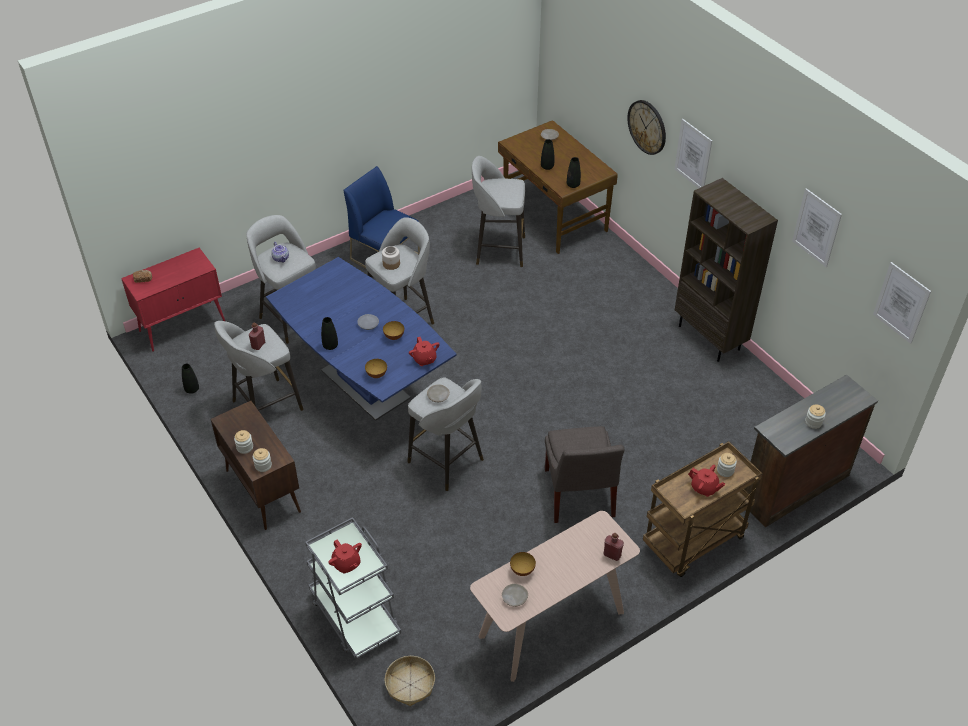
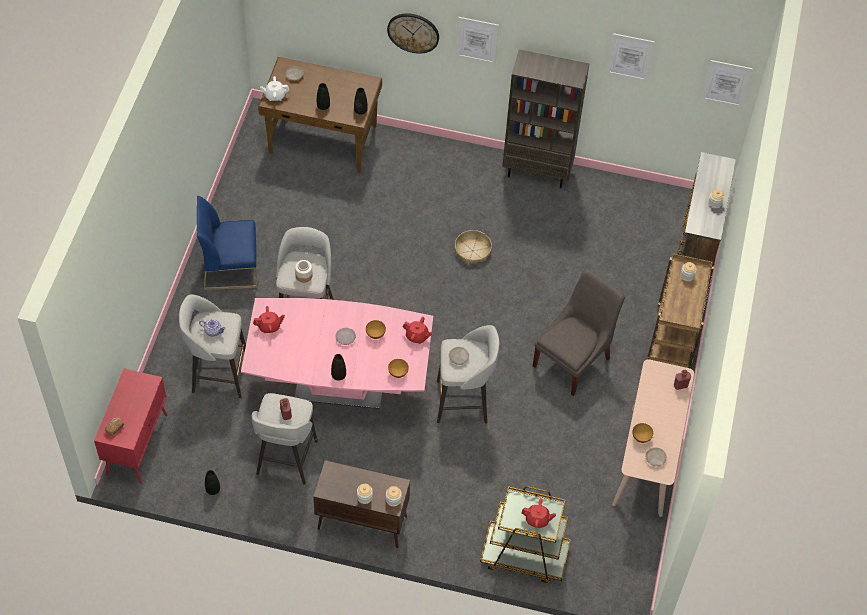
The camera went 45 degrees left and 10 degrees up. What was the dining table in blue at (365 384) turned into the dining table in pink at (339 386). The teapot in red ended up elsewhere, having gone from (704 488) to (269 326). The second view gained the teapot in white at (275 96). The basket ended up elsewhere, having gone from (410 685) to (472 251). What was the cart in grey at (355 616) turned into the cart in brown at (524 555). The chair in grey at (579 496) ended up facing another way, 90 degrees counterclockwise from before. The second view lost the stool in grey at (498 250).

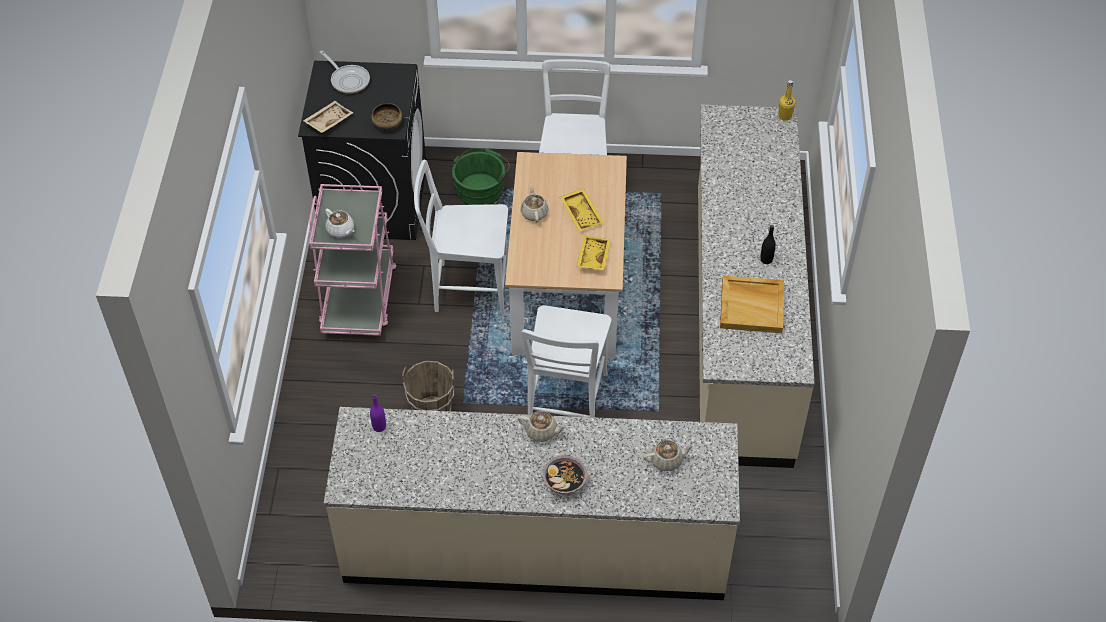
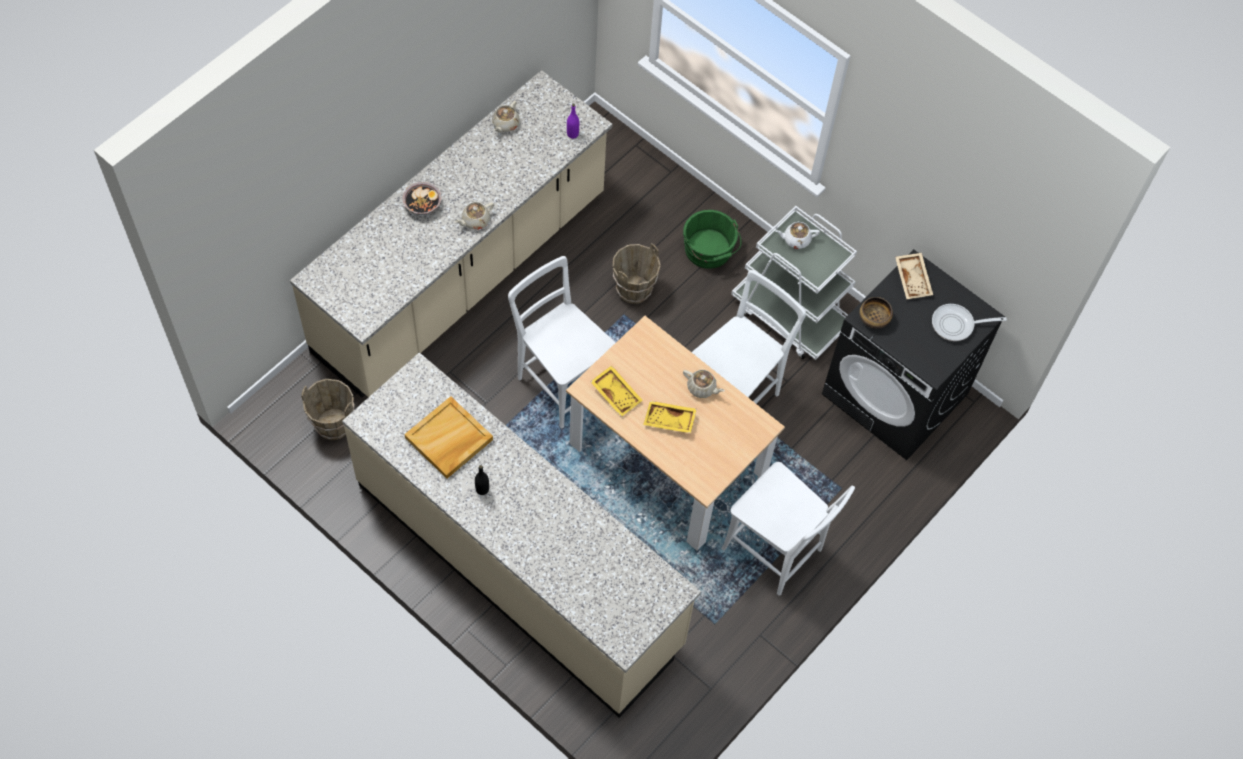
The camera went 125 degrees right and 10 degrees up. The second view gained the bucket in brown at (334 424). The teapot in beige ended up elsewhere, having gone from (667 460) to (505 124). The bucket in green ended up elsewhere, having gone from (481 188) to (709 251). What was the cart in pink at (359 298) turned into the cart in white at (790 315). The second view lost the bottle in yellow at (785 116).

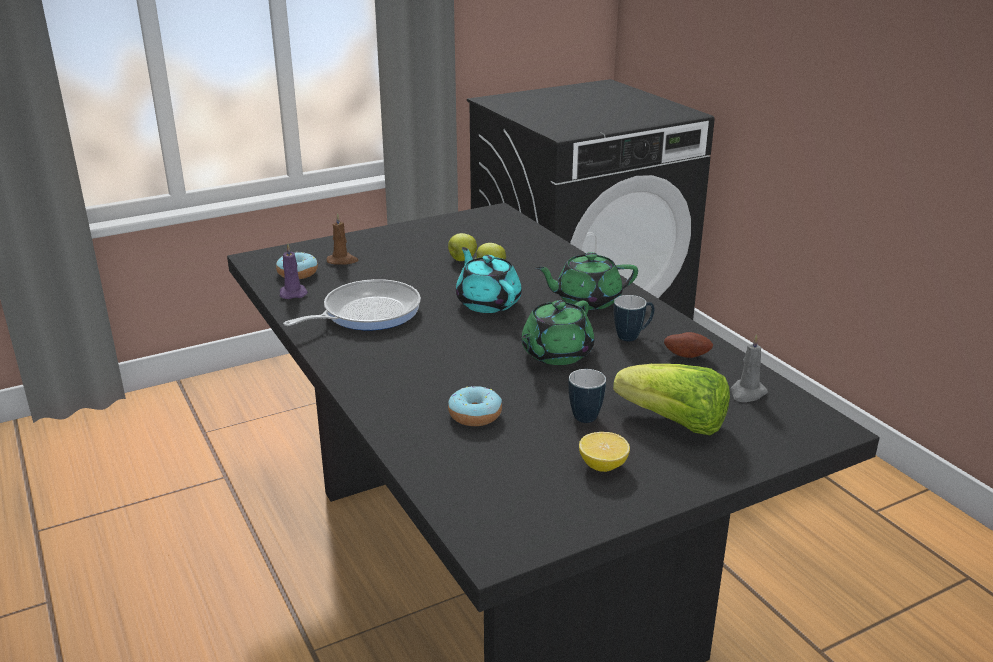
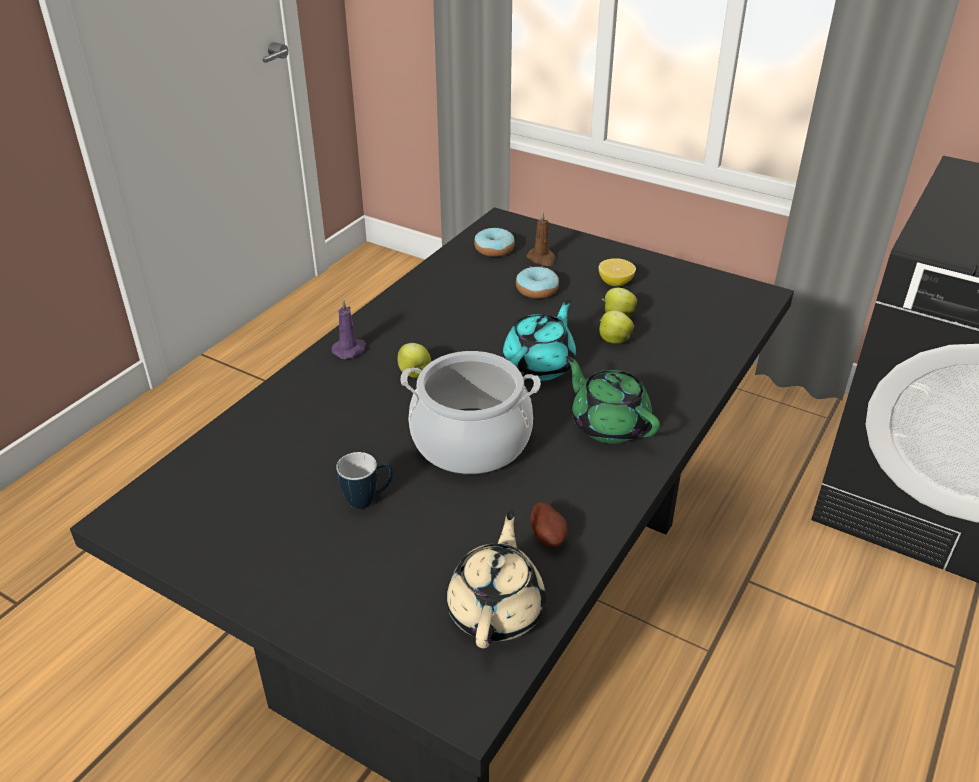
The camera went 60 degrees right and 10 degrees up. The candle in purple ended up elsewhere, having gone from (293 293) to (350 350). The second view gained the apple at (414 374). Where the teapot in green stood at (555 354), the cooking pot came to stand at (471 442). Where the candle in grey stood at (747 393), the teapot in beige came to stand at (497 609). The donut ended up elsewhere, having gone from (475 415) to (537 290). The lemon ended up elsewhere, having gone from (603 465) to (615 283). The second view lost the frying pan at (366 313). The second view lost the lettuce at (674 423). The second view lost the mug at (633 336).

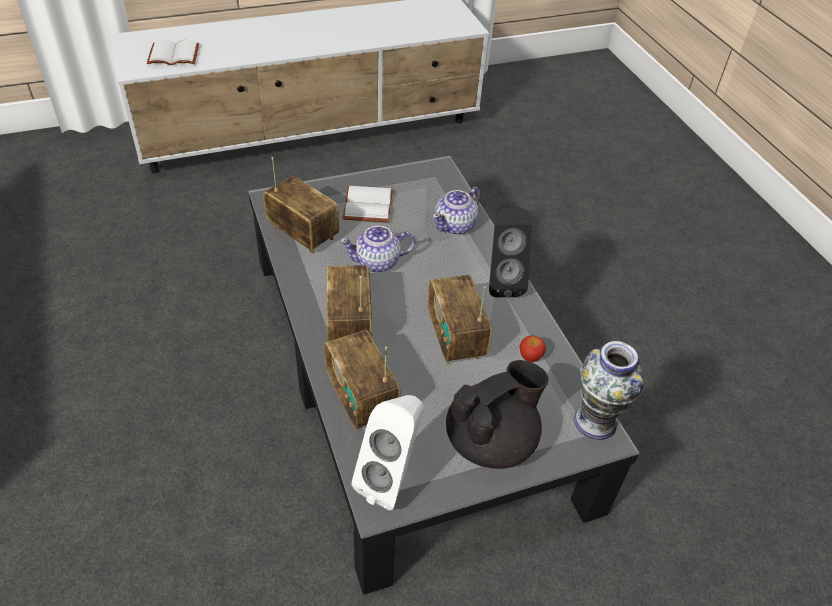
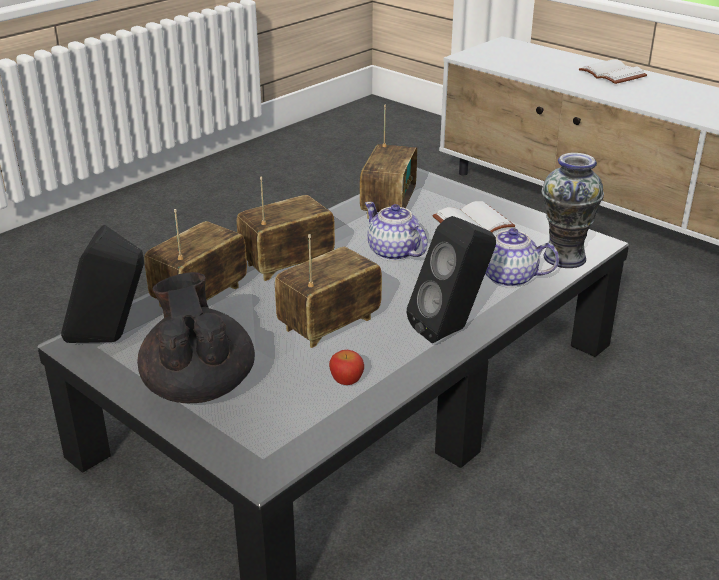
The camera went 65 degrees right and 15 degrees down. What was the speaker in white at (391 479) turned into the speaker in black at (111 340). The teapot in black at (491 441) ended up facing another way, 135 degrees counterclockwise from before. The vase ended up elsewhere, having gone from (595 421) to (565 257). The book in white ended up elsewhere, having gone from (172 56) to (610 74).

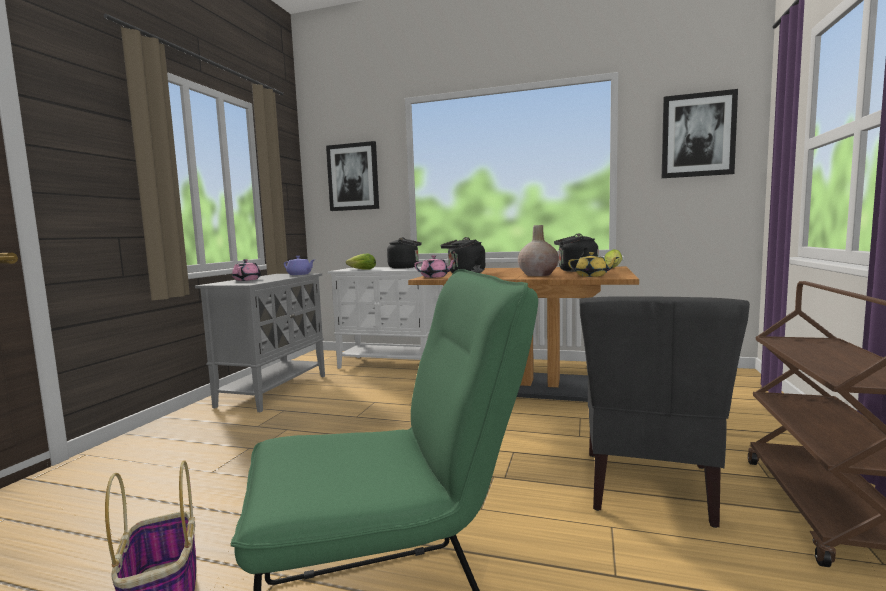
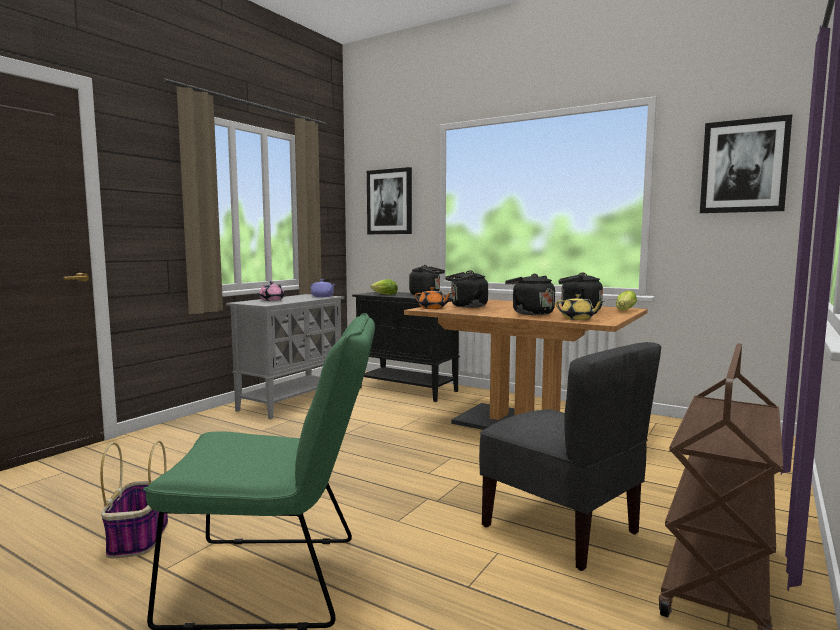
The camera went 15 degrees right and 0 degrees up. What was the cabinet in white at (390 364) turned into the cabinet in black at (408 389). What was the teapot in pink at (435 277) turned into the teapot in orange at (432 308). The chair in grey at (648 487) ended up facing another way, 75 degrees counterclockwise from before. Where the vase in beige stood at (538 275), the kettle in black came to stand at (530 313).

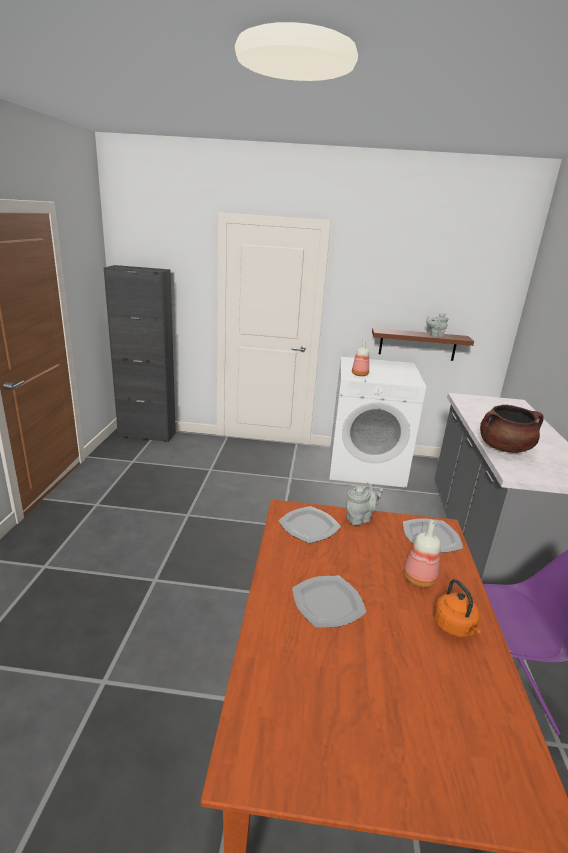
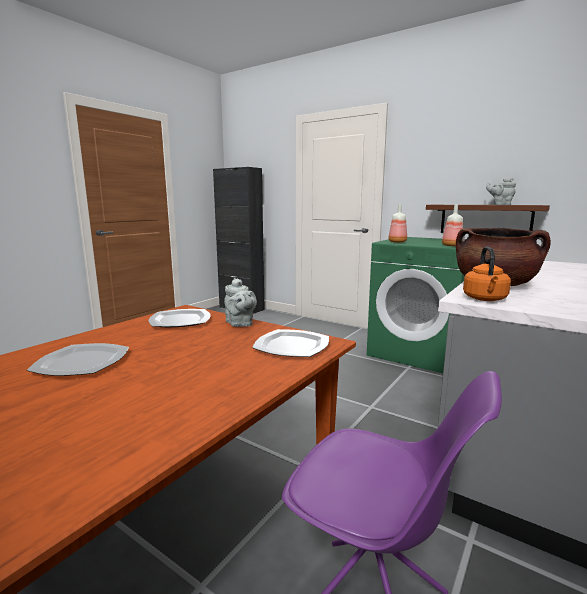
The camera went 30 degrees right and 10 degrees down. The teapot in grey at (360 518) ended up facing another way, 60 degrees clockwise from before. What was the washing machine in white at (366 466) turned into the washing machine in green at (419 352). The bottle ended up elsewhere, having gone from (418 579) to (451 245). The kettle in orange ended up elsewhere, having gone from (455 627) to (485 299).

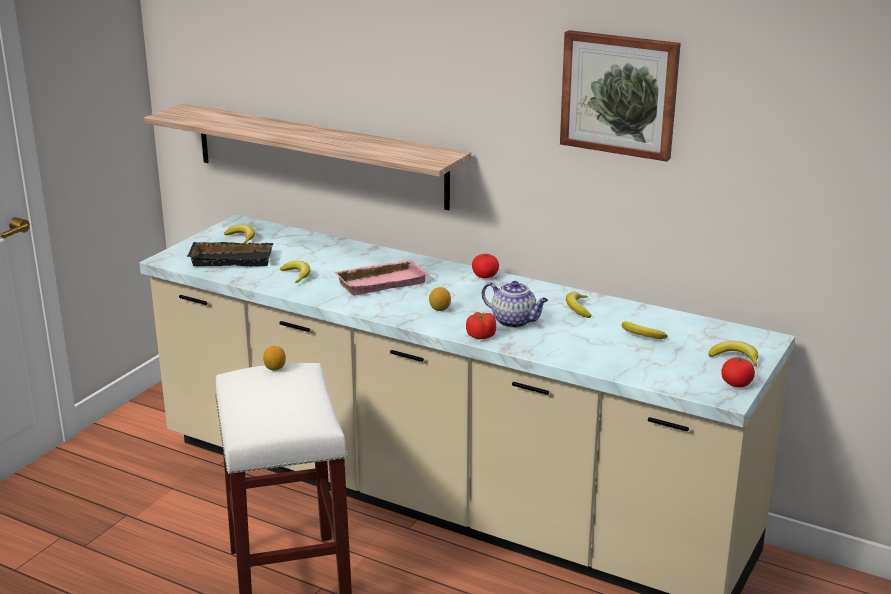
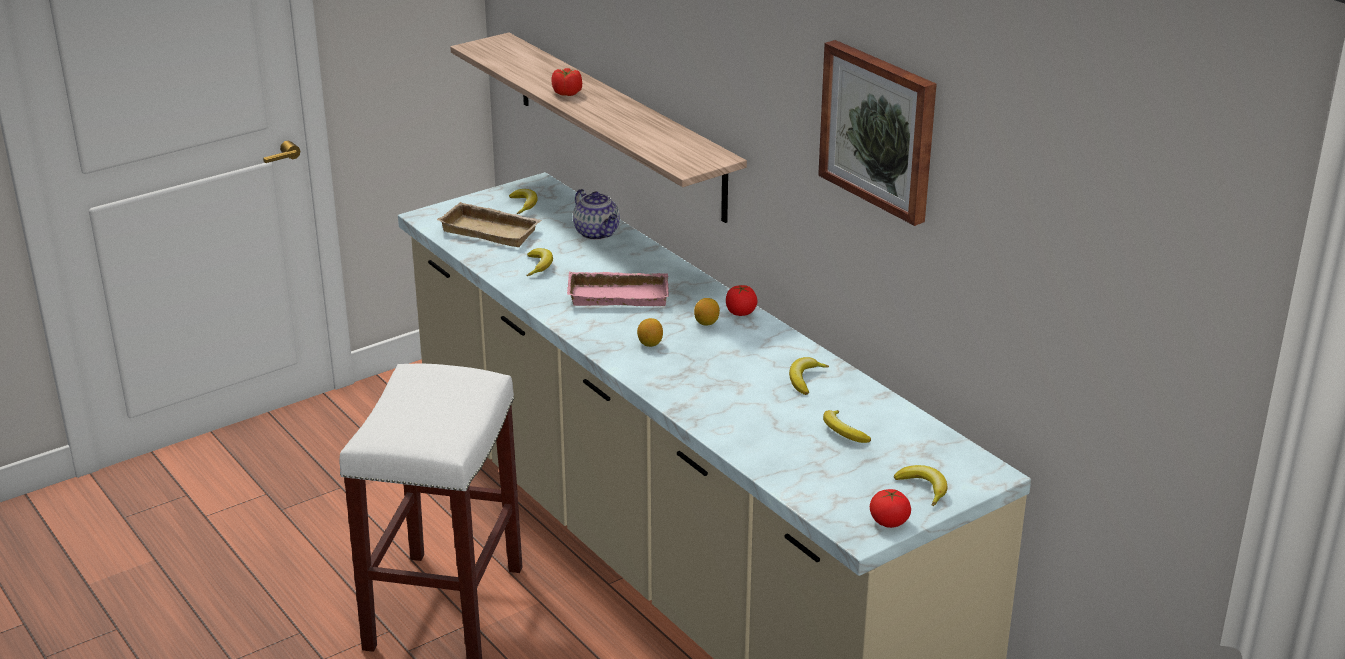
The camera went 25 degrees right and 5 degrees up. What was the tray in black at (233 259) turned into the tray in beige at (492 230). The tomato ended up elsewhere, having gone from (480 336) to (567 93). The teapot ended up elsewhere, having gone from (515 321) to (597 233). The lemon ended up elsewhere, having gone from (275 368) to (706 323).

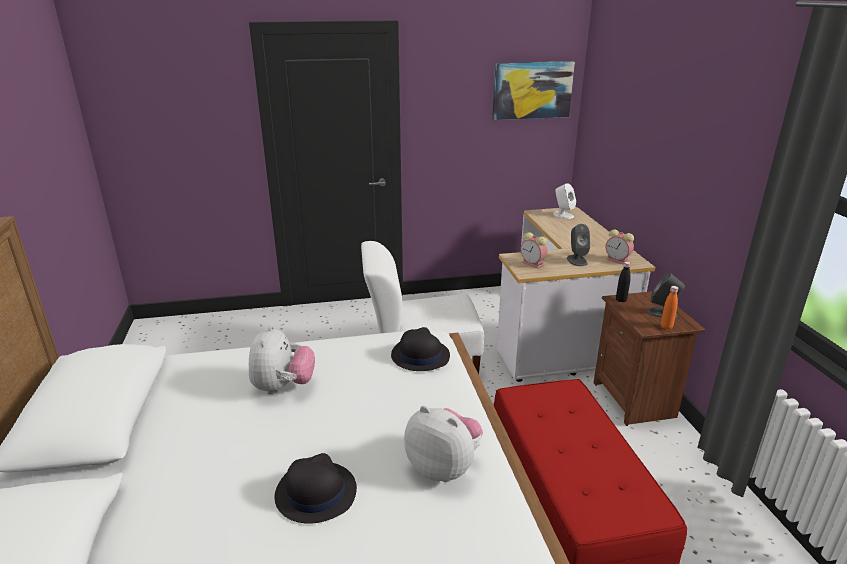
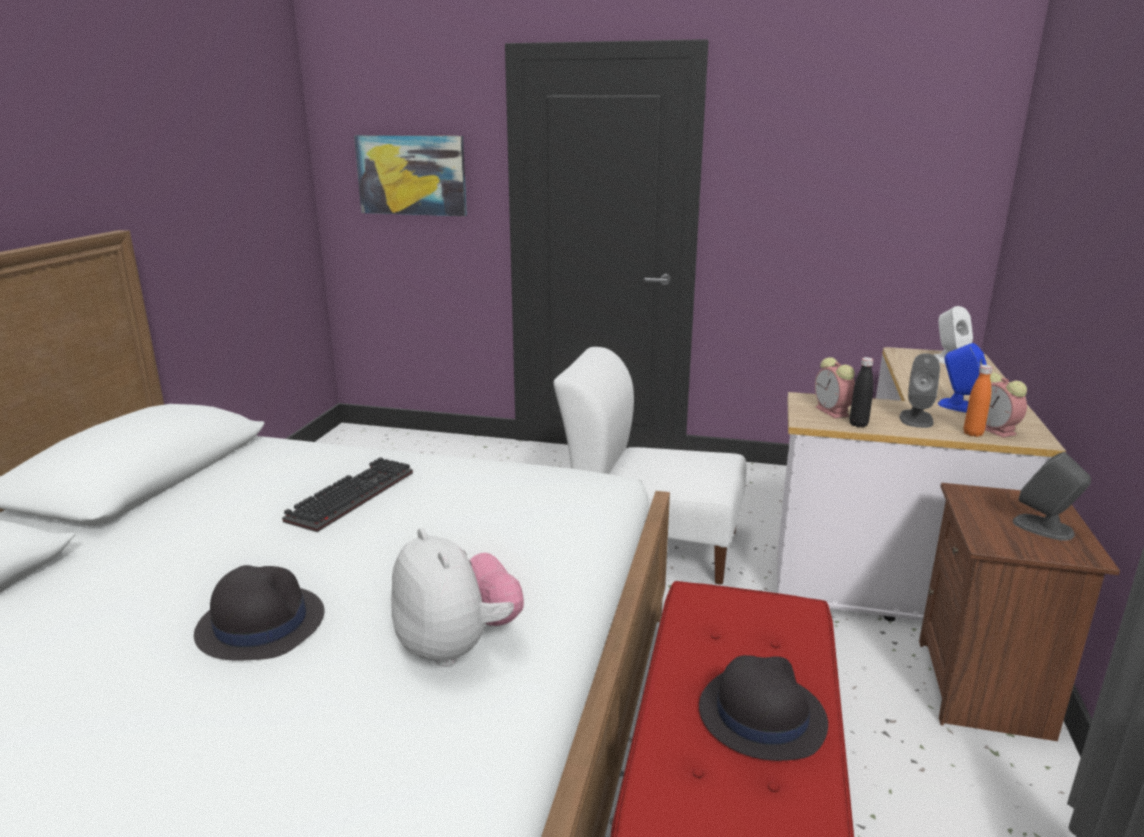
The camera went 25 degrees right and 5 degrees down. Where the plush toy stood at (283 387), the keyboard came to stand at (351 495). The picture ended up elsewhere, having gone from (532 90) to (411 175). The hat in black ended up elsewhere, having gone from (419 355) to (761 715). The bottle in black ended up elsewhere, having gone from (621 300) to (858 424). The second view gained the speaker in blue at (960 406). The bottle in orange ended up elsewhere, having gone from (666 327) to (973 434).

